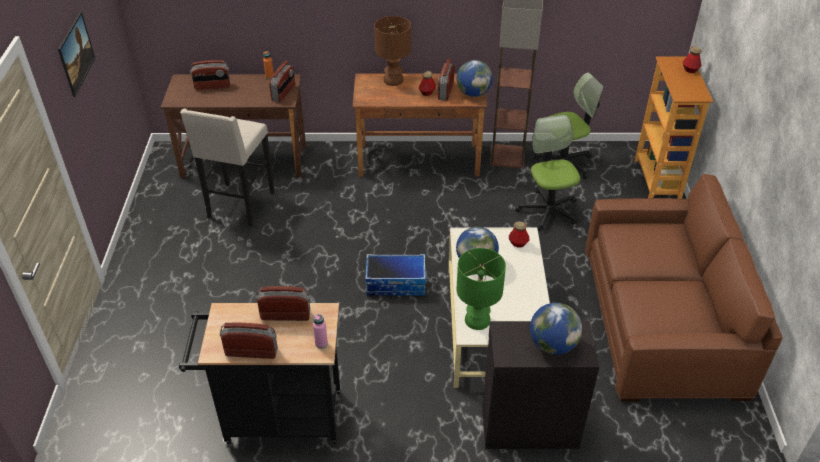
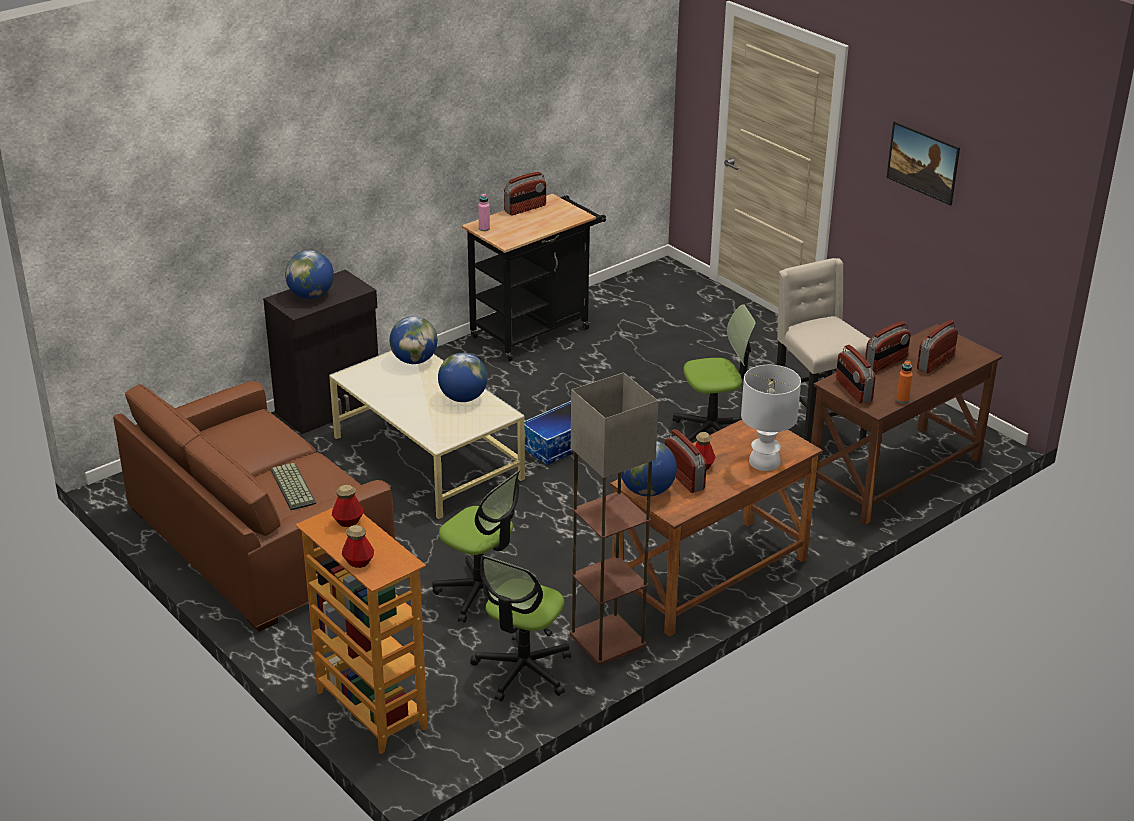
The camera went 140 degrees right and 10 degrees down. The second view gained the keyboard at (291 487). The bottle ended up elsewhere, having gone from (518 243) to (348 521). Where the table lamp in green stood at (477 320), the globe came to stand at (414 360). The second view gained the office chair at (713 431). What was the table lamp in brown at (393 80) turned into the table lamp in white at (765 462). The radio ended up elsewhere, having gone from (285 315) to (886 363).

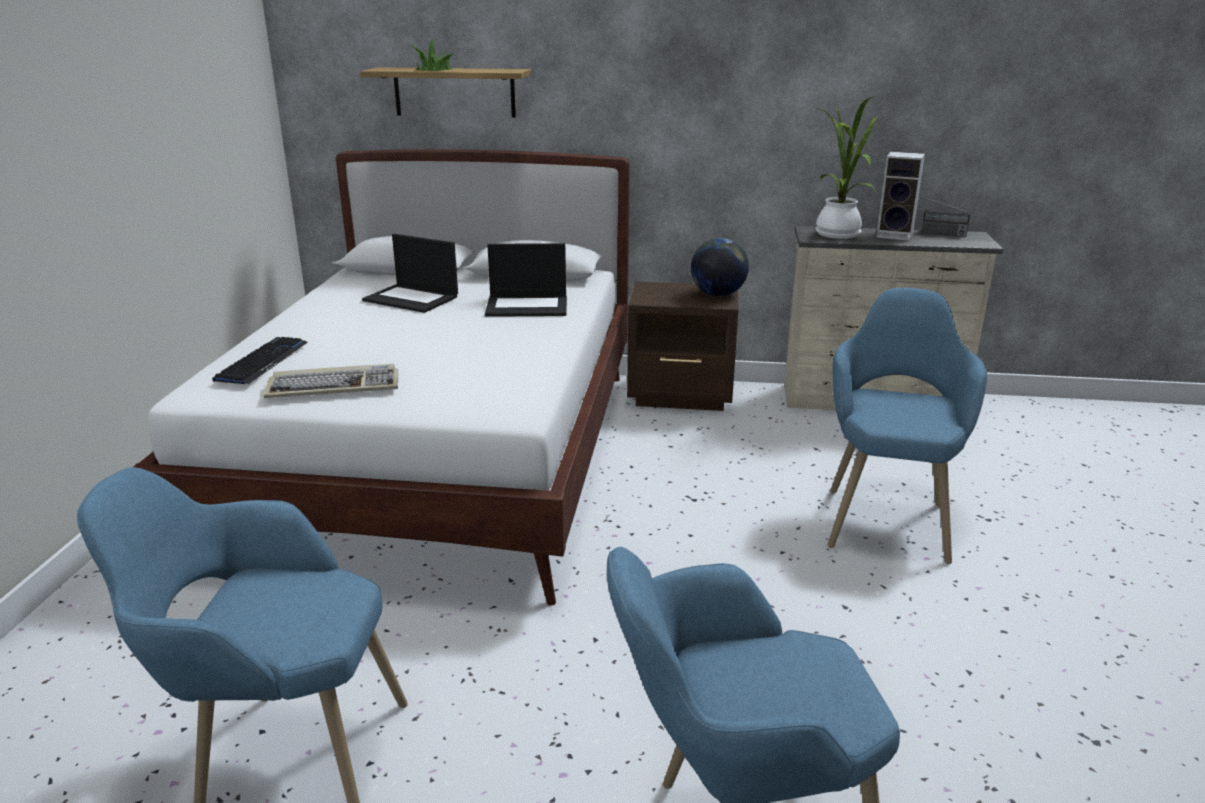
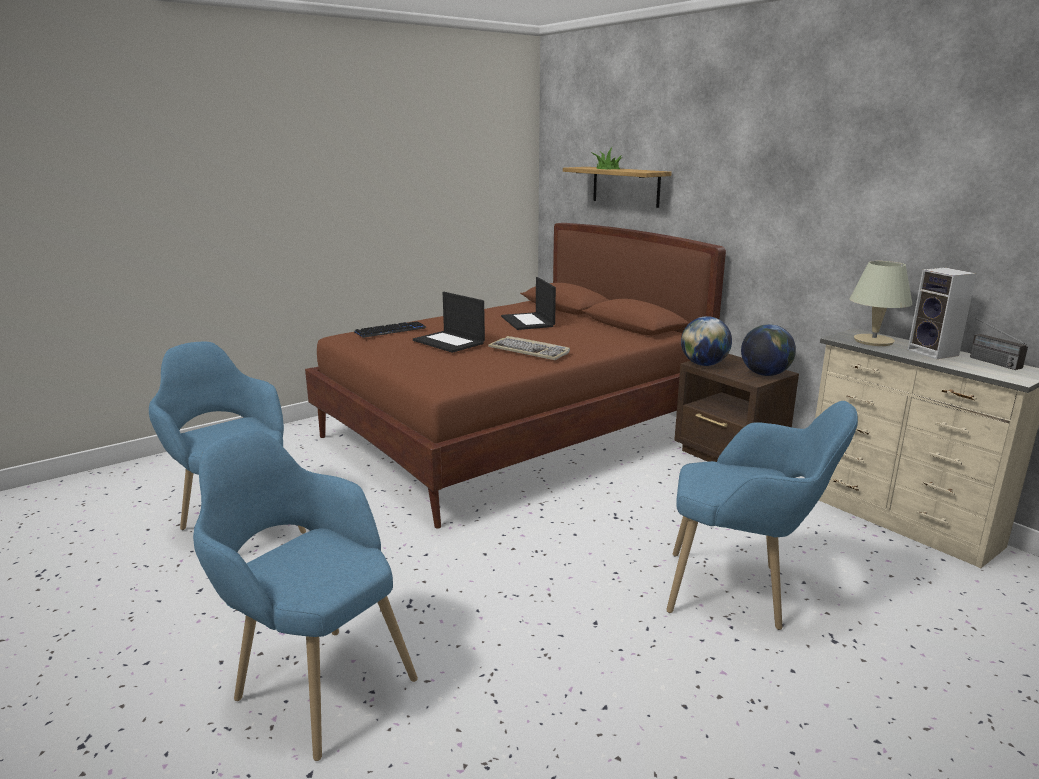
The camera went 45 degrees right and 5 degrees down. What was the bed in white at (441 457) turned into the bed in brown at (512 434). The laptop ended up elsewhere, having gone from (528 306) to (449 342). The keyboard ended up elsewhere, having gone from (335 386) to (530 351). The armchair in blue at (886 515) ended up facing another way, 45 degrees clockwise from before. The second view gained the globe at (704 364). Where the potted plant stood at (838 235), the table lamp in beige came to stand at (873 341).

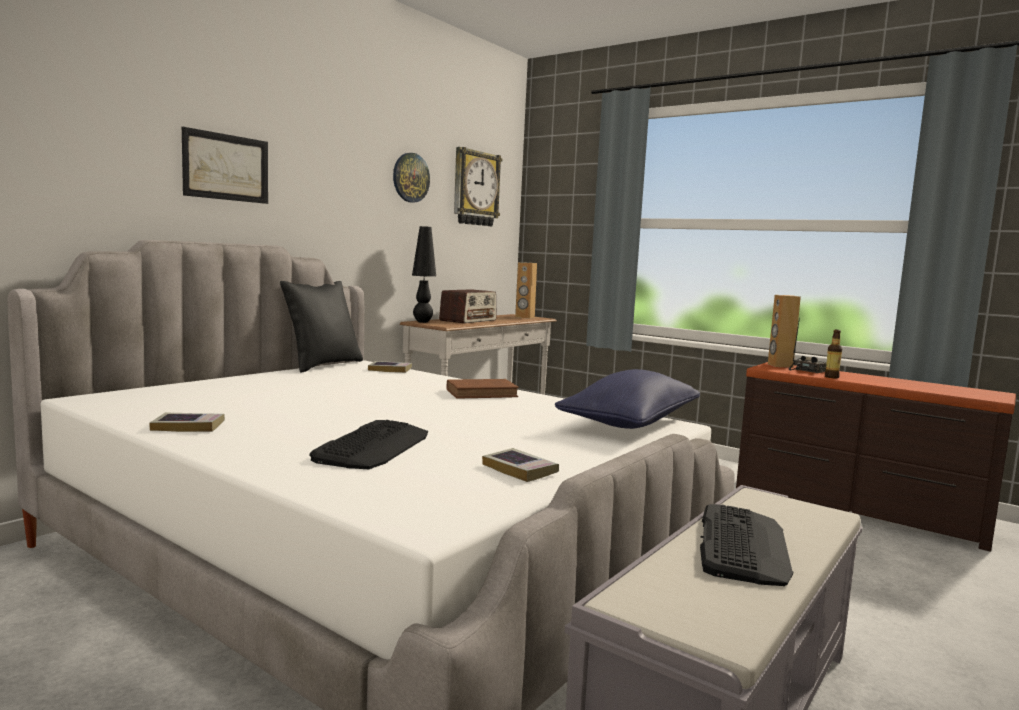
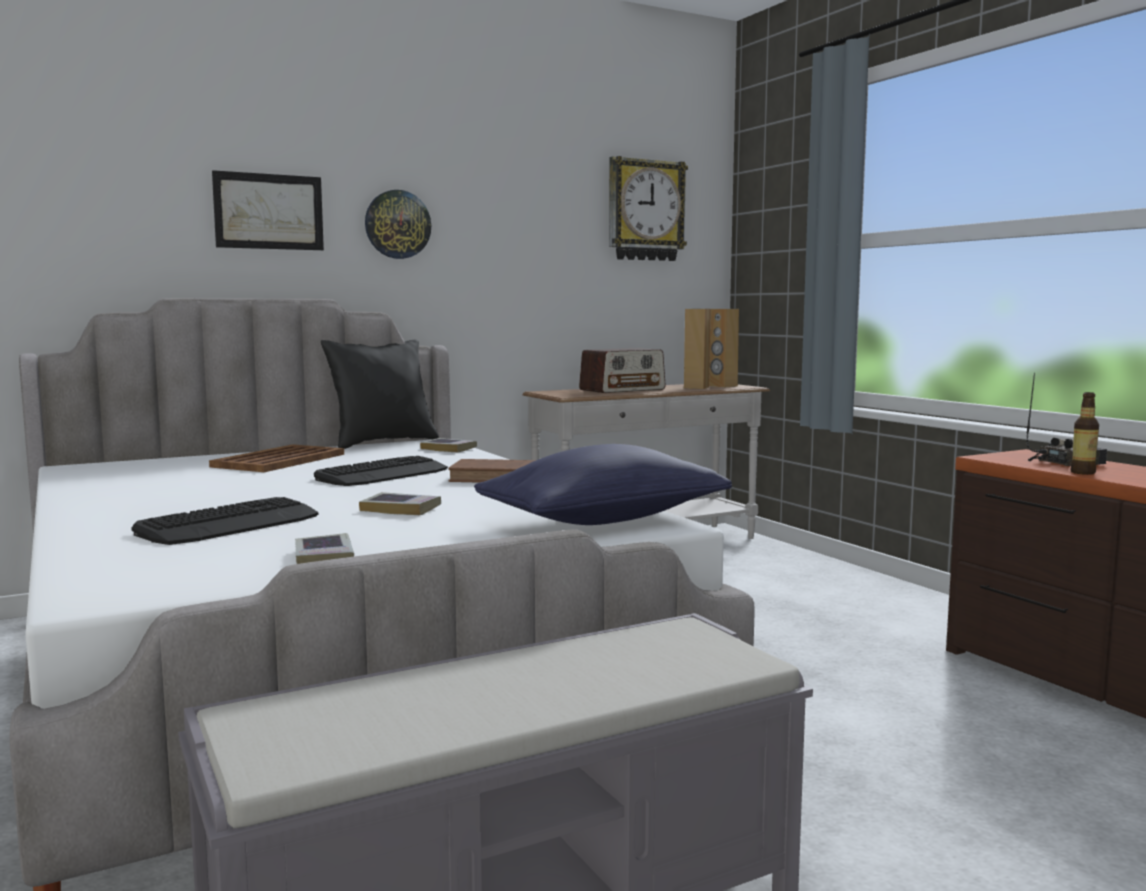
The camera went 25 degrees right and 0 degrees up. The second view gained the tray in brown at (278 460). The keyboard ended up elsewhere, having gone from (742 545) to (383 474). The book ended up elsewhere, having gone from (188 427) to (401 509). The wall clock ended up elsewhere, having gone from (410 177) to (397 224). The speaker in brown ended up elsewhere, having gone from (779 365) to (696 387). The second view lost the table lamp in black at (422 322).

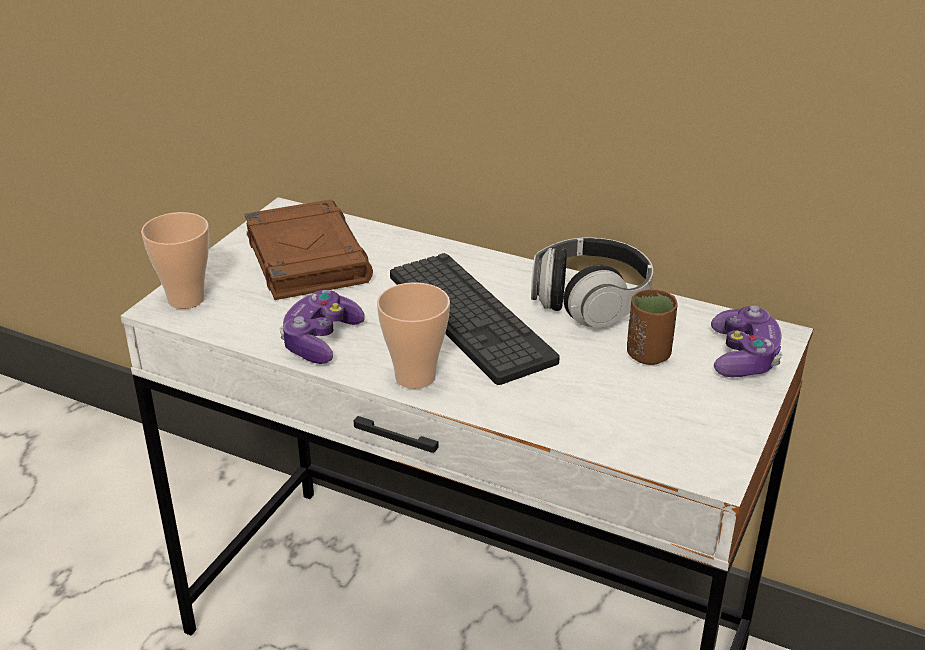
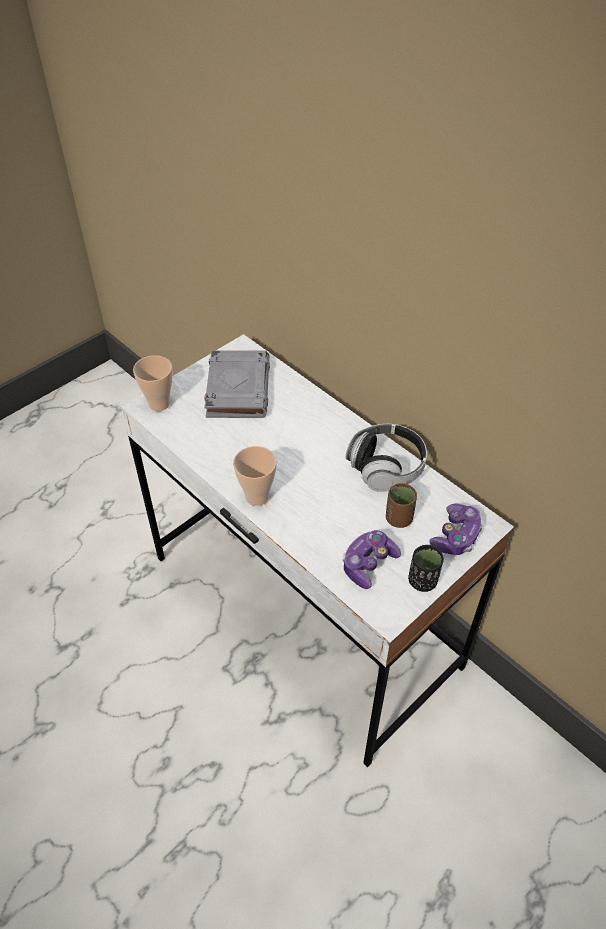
The camera went 20 degrees right and 15 degrees up. What was the book in brown at (306 257) turned into the book in grey at (237 388). The game controller ended up elsewhere, having gone from (321 340) to (368 564). The second view gained the cup in black at (422 581). The second view lost the keyboard at (469 317).

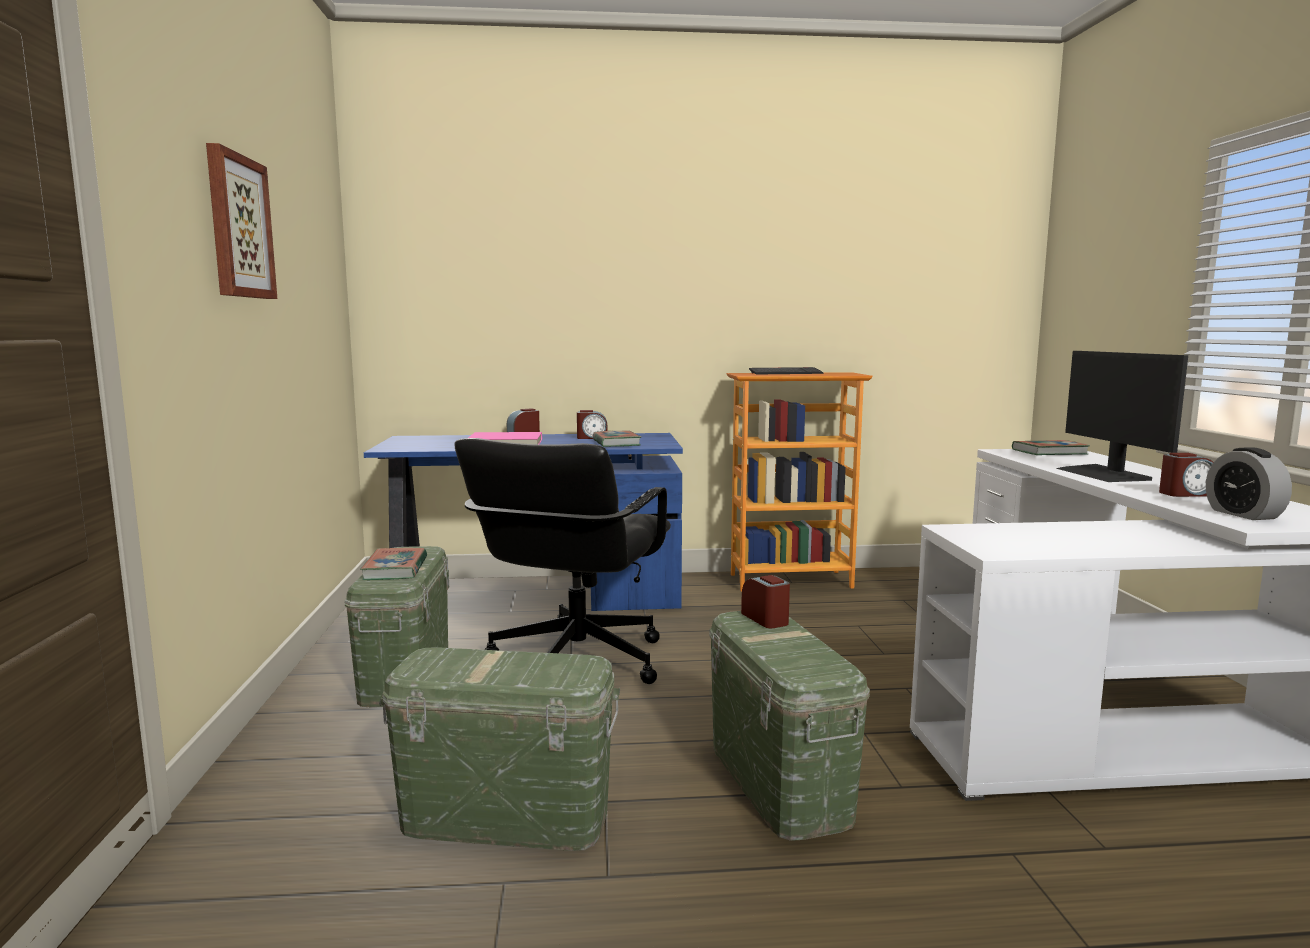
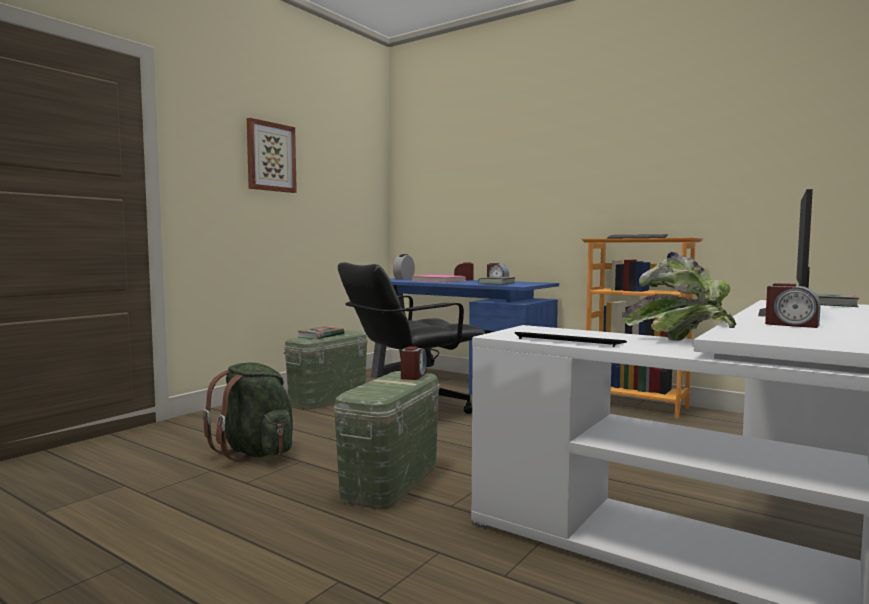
The camera went 40 degrees right and 5 degrees down. Where the storage box in green stood at (505 817), the backpack in green came to stand at (255 453). The alarm clock ended up elsewhere, having gone from (1243 514) to (404 279). The second view gained the keyboard at (569 340). The second view gained the potted plant at (682 339).

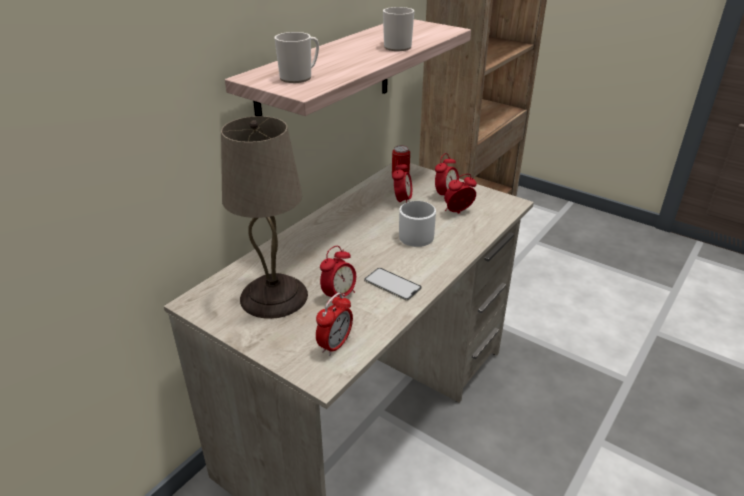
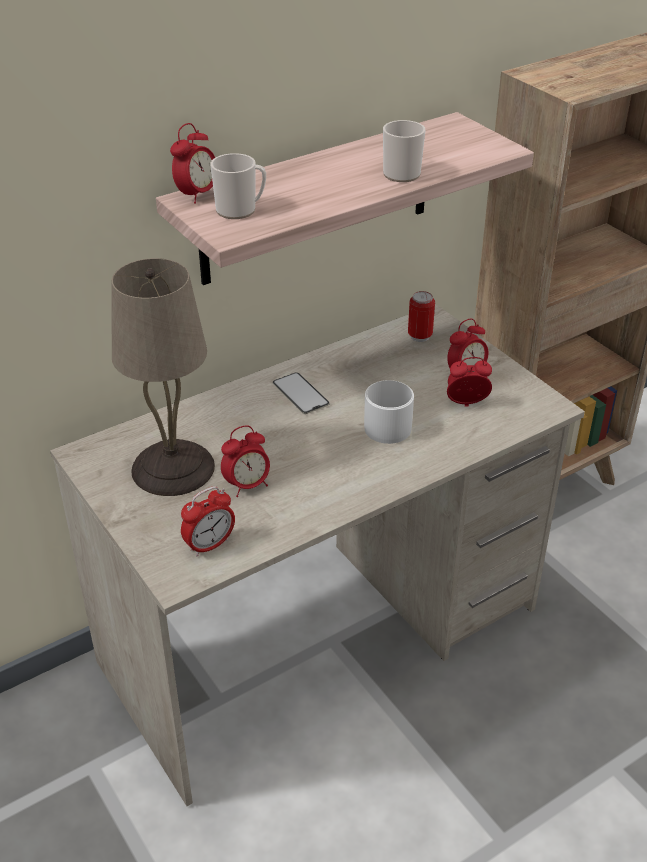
The camera went 20 degrees right and 5 degrees up. The alarm clock ended up elsewhere, having gone from (402 201) to (197 195). The phone ended up elsewhere, having gone from (392 284) to (300 393).

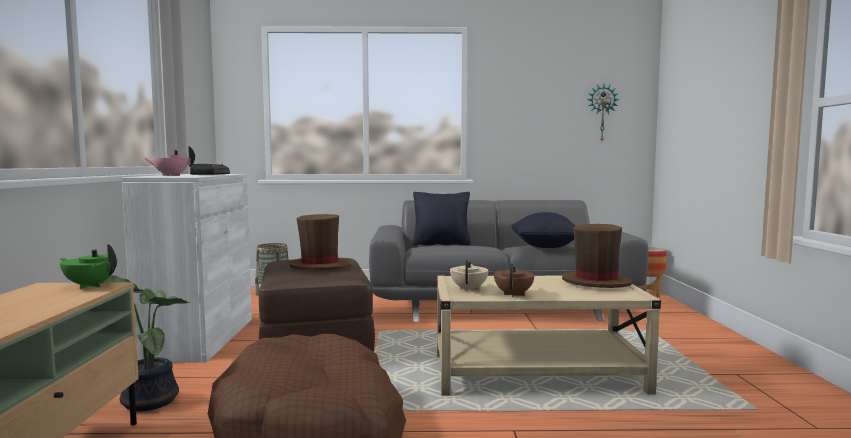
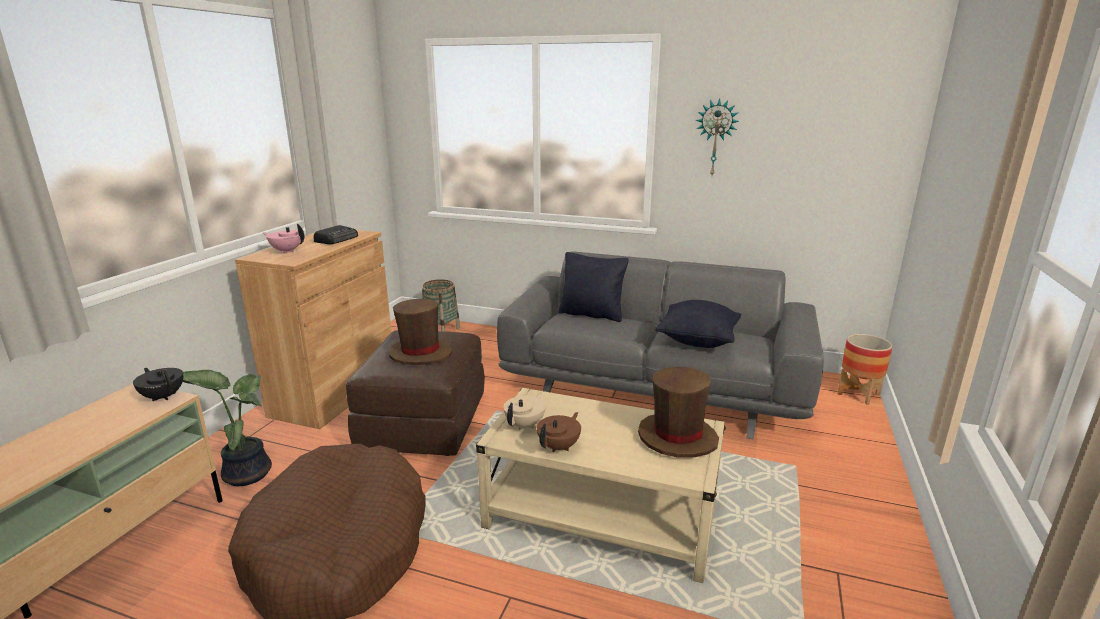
The camera went 20 degrees right and 15 degrees up. What was the teapot in green at (90 285) turned into the teapot in black at (163 396). What was the cabinet in white at (199 338) turned into the cabinet in brown at (335 392). The wall clock ended up elsewhere, having gone from (602 113) to (715 138).

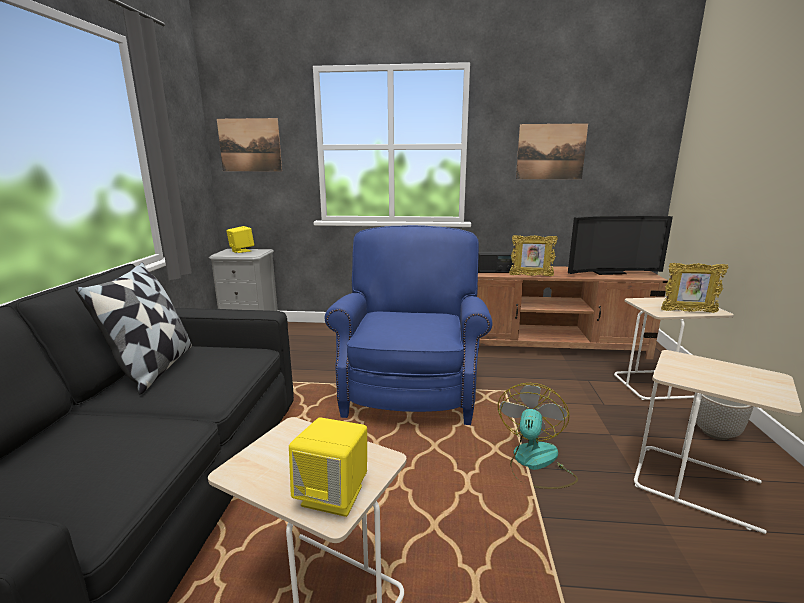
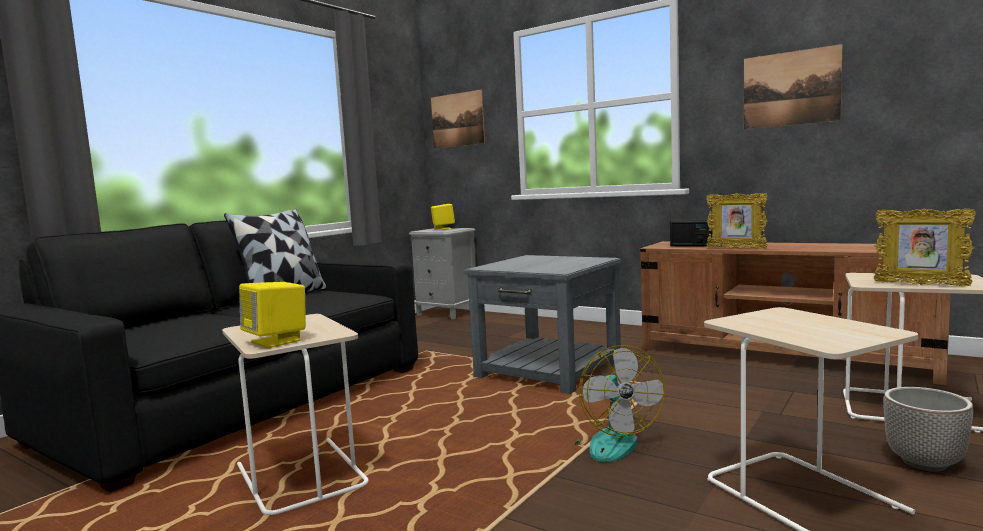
The camera went 30 degrees right and 10 degrees down. Where the armchair in blue stood at (410 388), the side table in grey came to stand at (548 370). The fan at (535 463) ended up facing another way, 120 degrees clockwise from before. The second view lost the television at (608 272).

